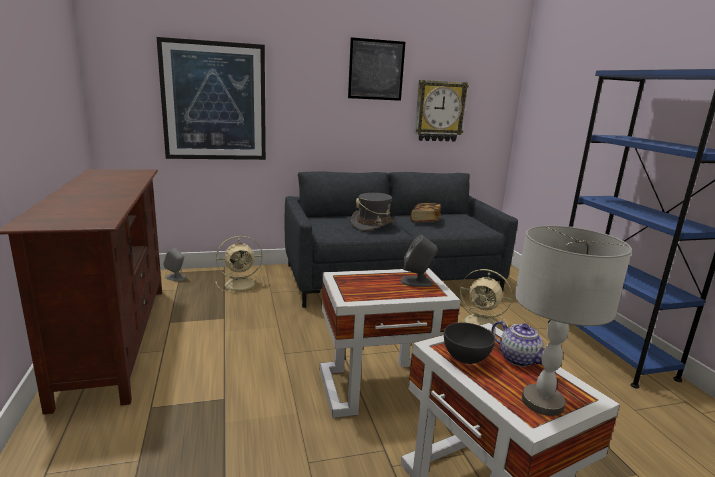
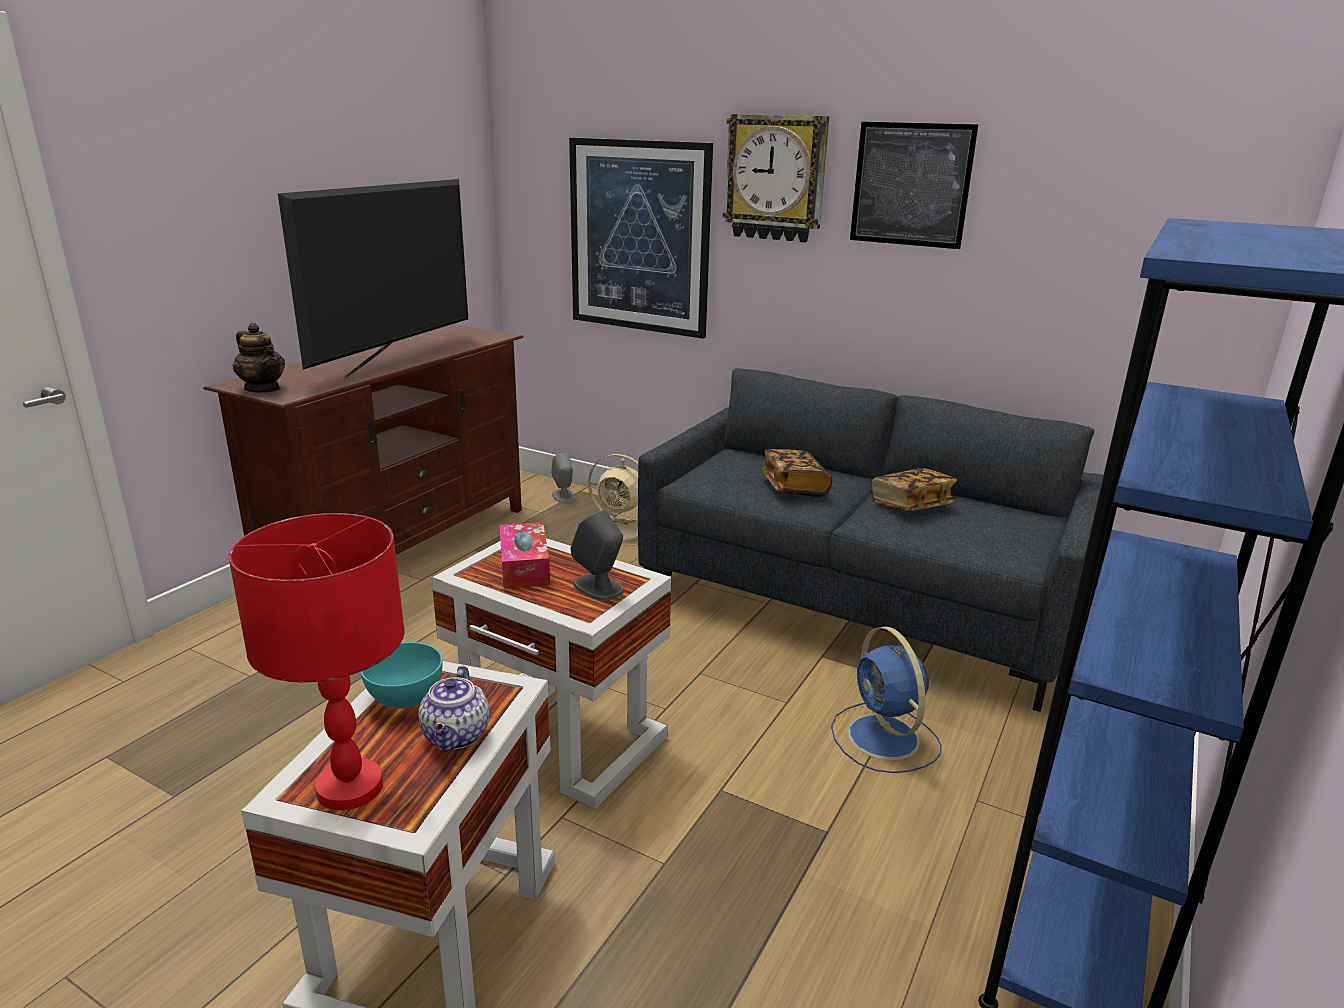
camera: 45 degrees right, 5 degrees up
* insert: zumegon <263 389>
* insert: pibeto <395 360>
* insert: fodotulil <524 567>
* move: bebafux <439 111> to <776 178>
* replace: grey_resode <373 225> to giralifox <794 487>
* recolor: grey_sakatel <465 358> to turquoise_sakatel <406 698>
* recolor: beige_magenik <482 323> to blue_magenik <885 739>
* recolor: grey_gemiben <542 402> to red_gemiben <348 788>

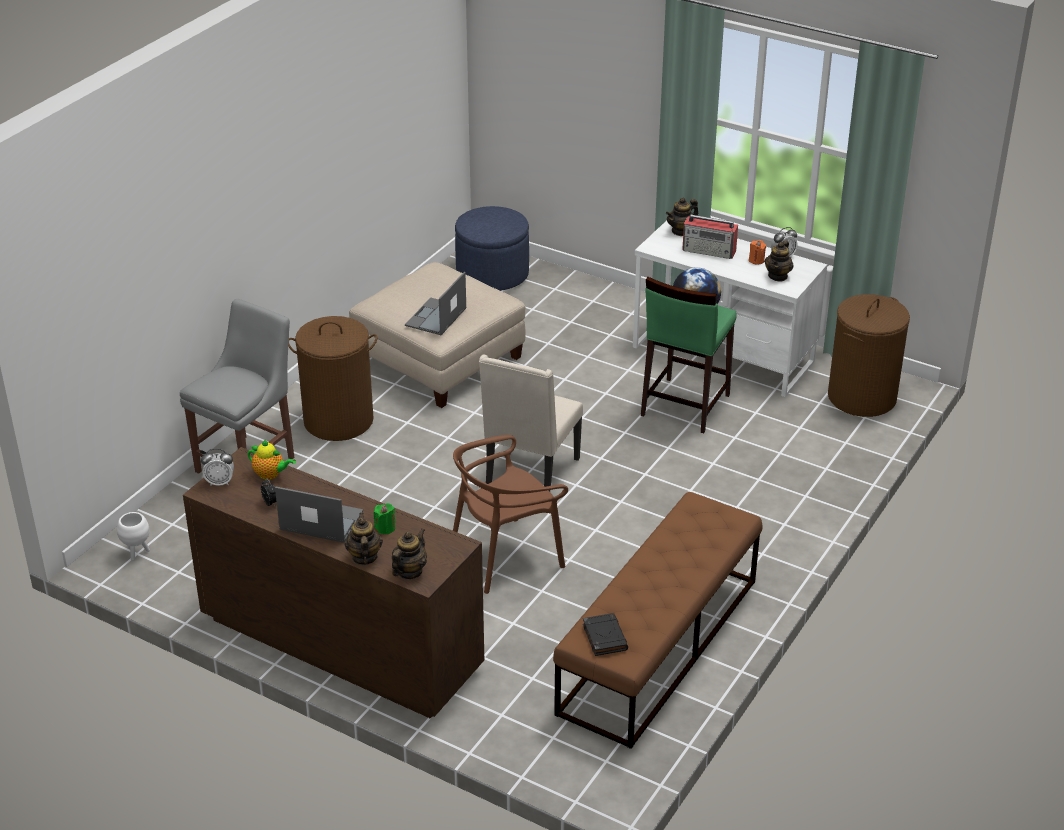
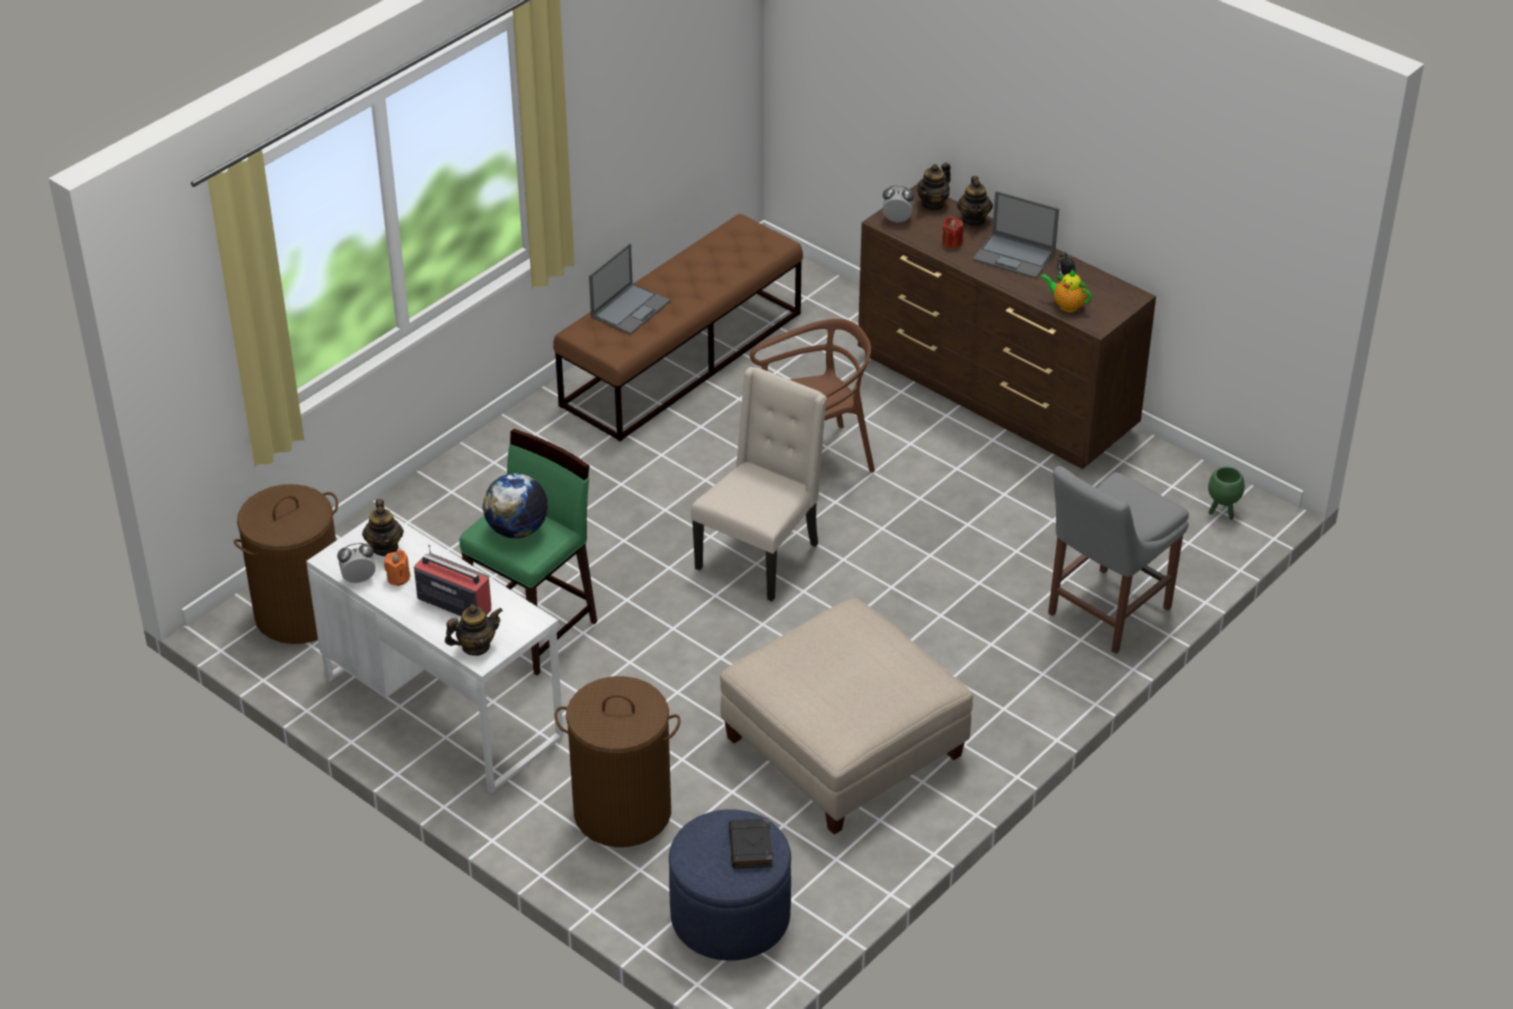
camera: 170 degrees left, 5 degrees up
* move: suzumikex <220 482> to <897 220>
* move: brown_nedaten <338 420> to <622 812>
* move: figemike <435 317> to <631 308>
* move: black_giralifox <604 637> to <751 847>
* recolor: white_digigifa <137 553> to green_digigifa <1222 512>
* recolor: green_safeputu <385 528> to red_safeputu <952 243>
* rotate: zumegon <778 276> = <385 547> 135 degrees clockwise

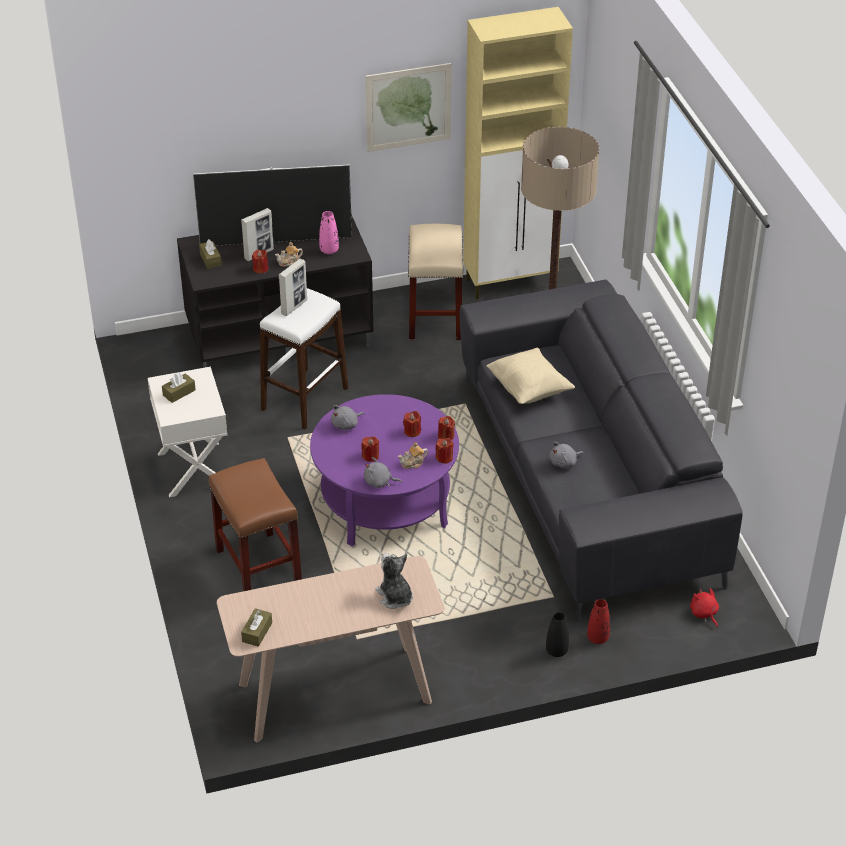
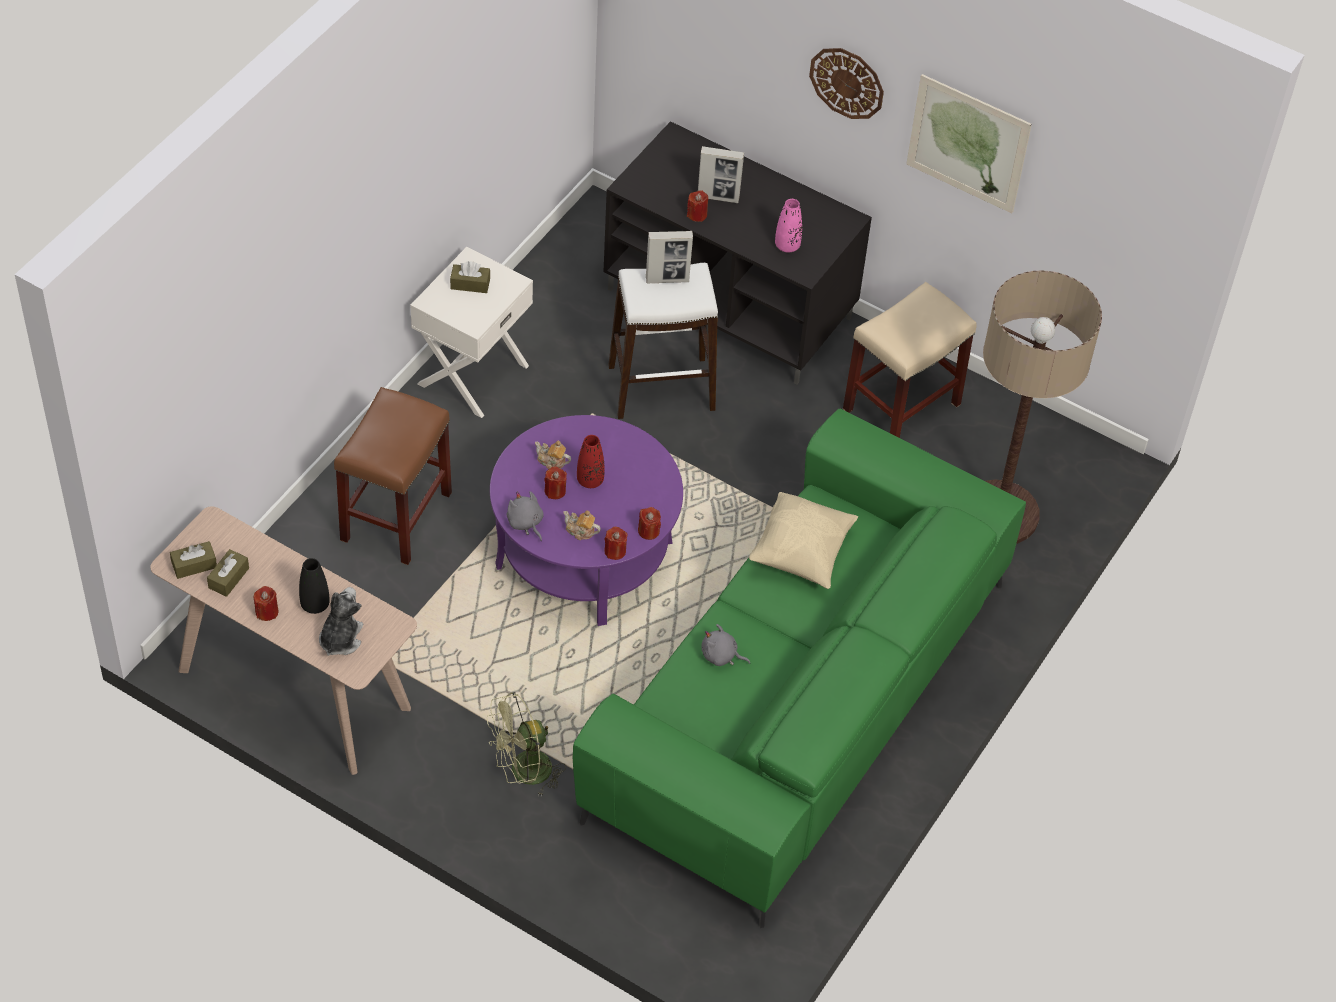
camera: 45 degrees right, 10 degrees up
* delete: pibeto <276 241>
* delete: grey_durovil <346 424>
* delete: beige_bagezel <511 282>
* delete: red_durovil <704 614>
* insert: green_magenik <523 773>
* insert: bebafux <847 82>
* move: brown_fodotulil <210 259> to <228 578>
* move: zumegon <289 262> to <551 462>
* move: red_safeputu <412 431> to <267 612>
* move: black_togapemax <556 651> to <315 605>
* move: red_togapemax <597 638> to <590 480>
* recolor: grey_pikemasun <587 479> to green_pikemasun <798 700>

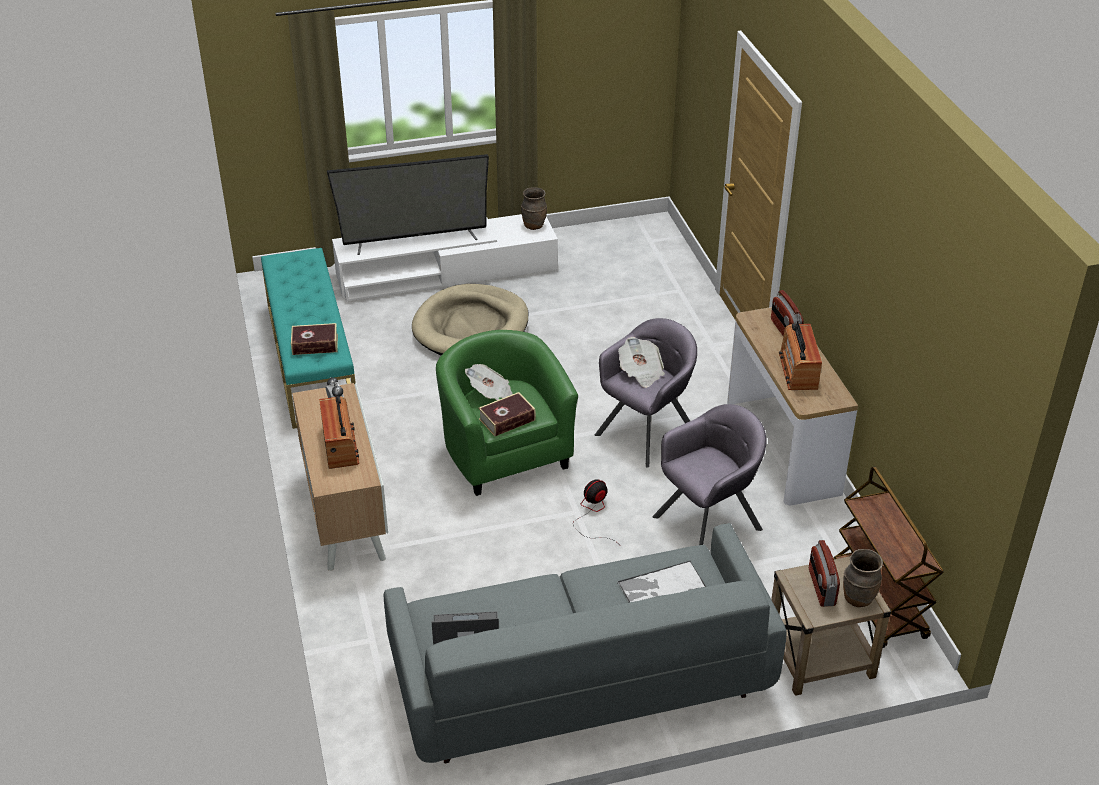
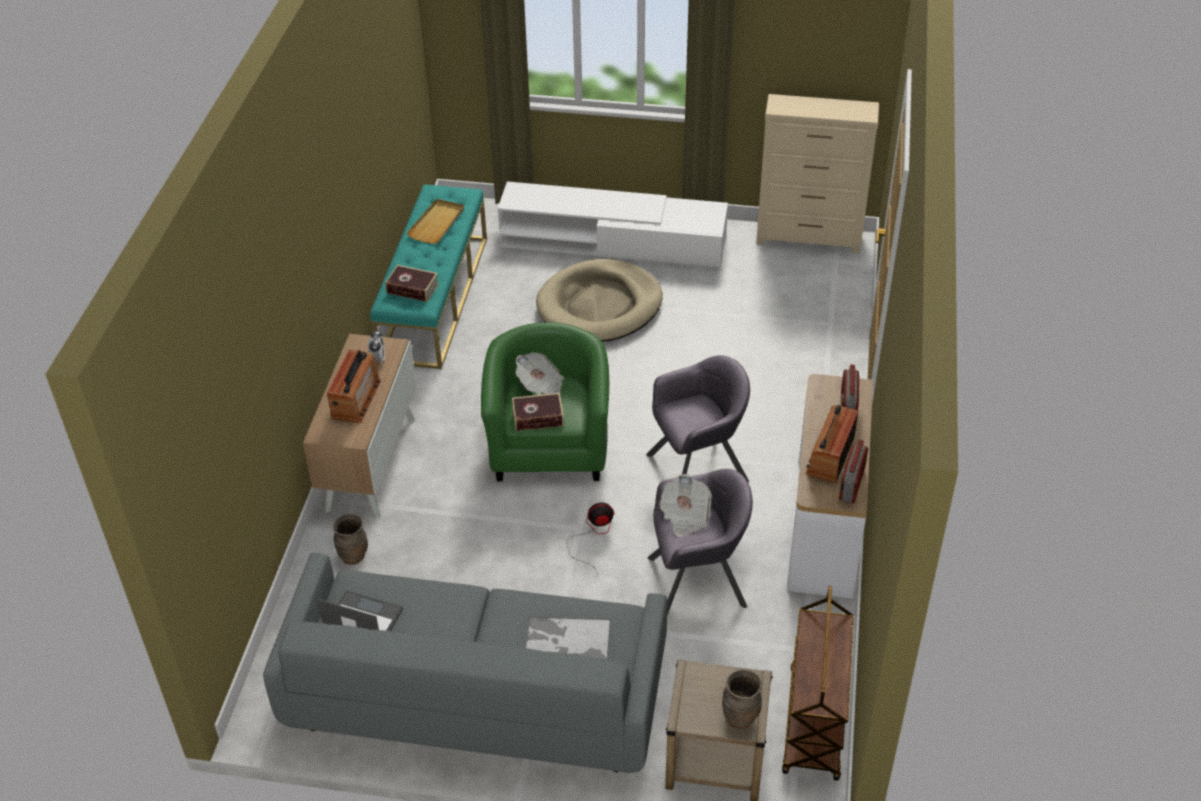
camera: 25 degrees right, 5 degrees up
* delete: pibeto <415 239>
* insert: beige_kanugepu <437 223>
* insert: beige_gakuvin <809 238>
* move: brown_togapemax <534 225> to <353 556>
* move: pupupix <641 372> to <685 516>
* move: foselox <821 587> to <851 484>

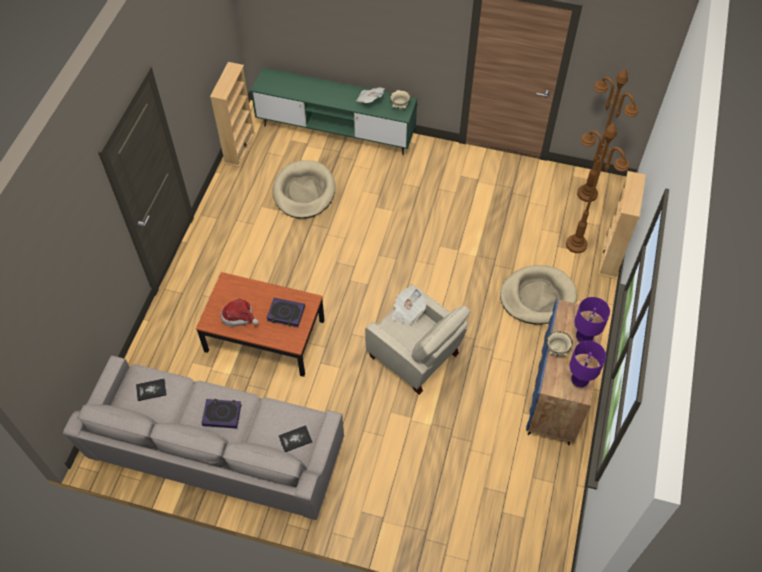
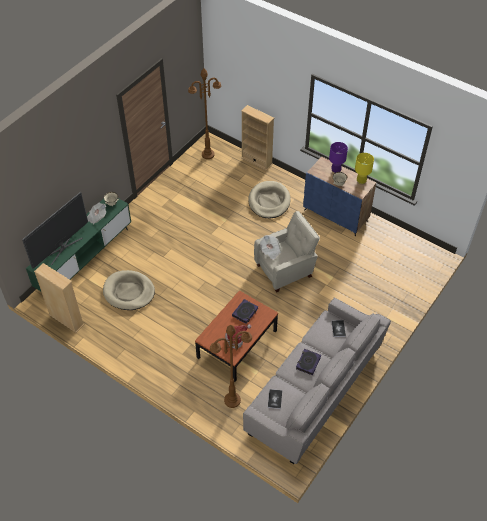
camera: 70 degrees left, 5 degrees down
* insert: pibeto <62 248>
* move: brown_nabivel <576 244> to <232 400>
* recolor: purple_gemiben <578 382> to yellow_gemiben <361 182>

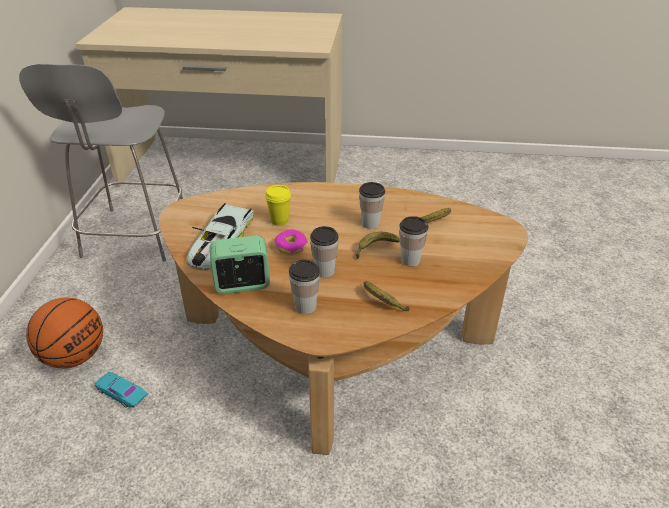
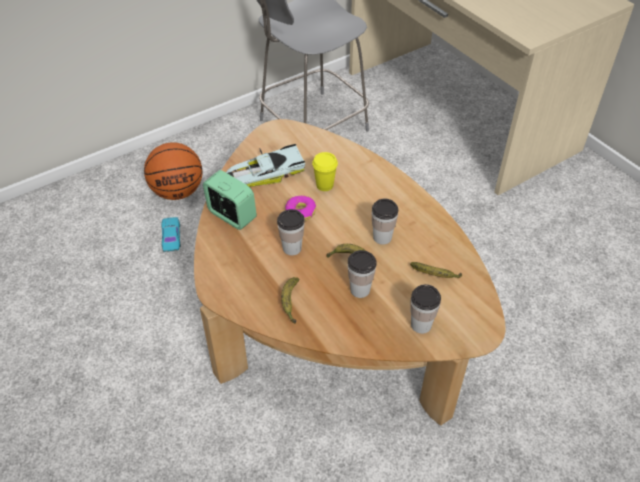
camera: 50 degrees right, 10 degrees up
* move: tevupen <305 306> to <421 325>

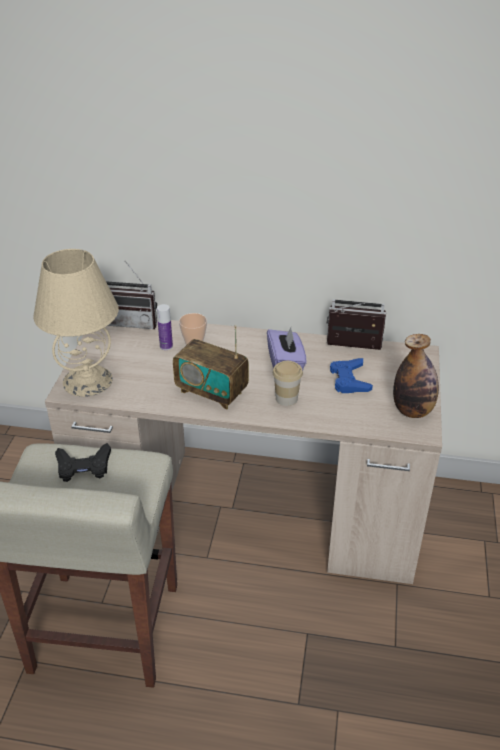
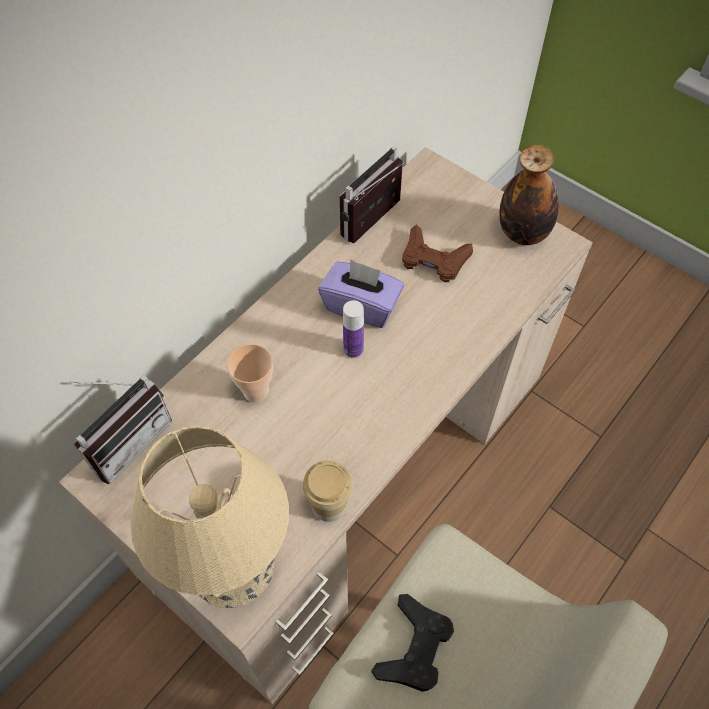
camera: 60 degrees left, 20 degrees up
* delete: foselox <212 392>
* move: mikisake <166 346> to <353 349>
* move: tevupen <286 398> to <329 505>
* recolor: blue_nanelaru <349 380> to brown_nanelaru <433 259>

